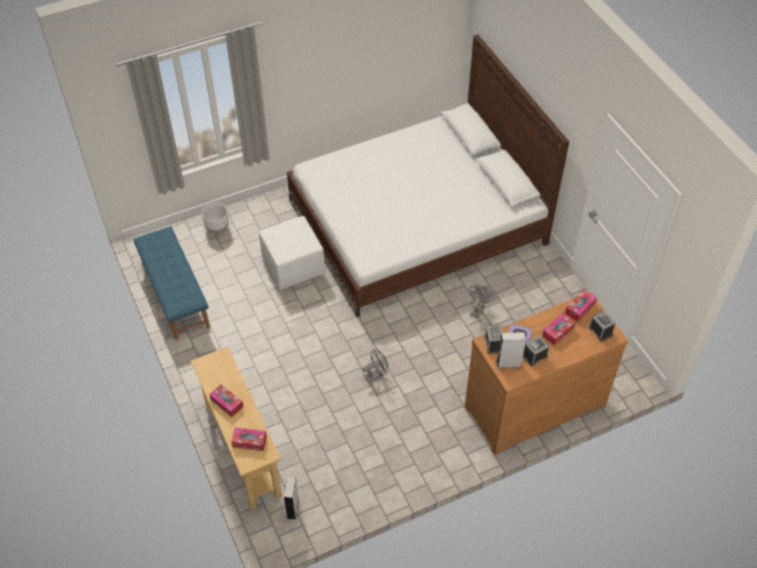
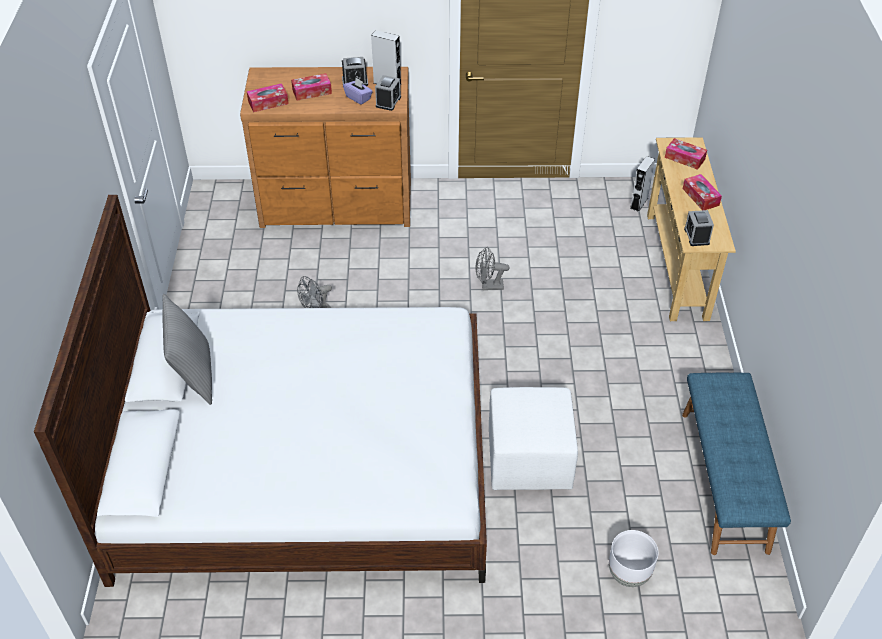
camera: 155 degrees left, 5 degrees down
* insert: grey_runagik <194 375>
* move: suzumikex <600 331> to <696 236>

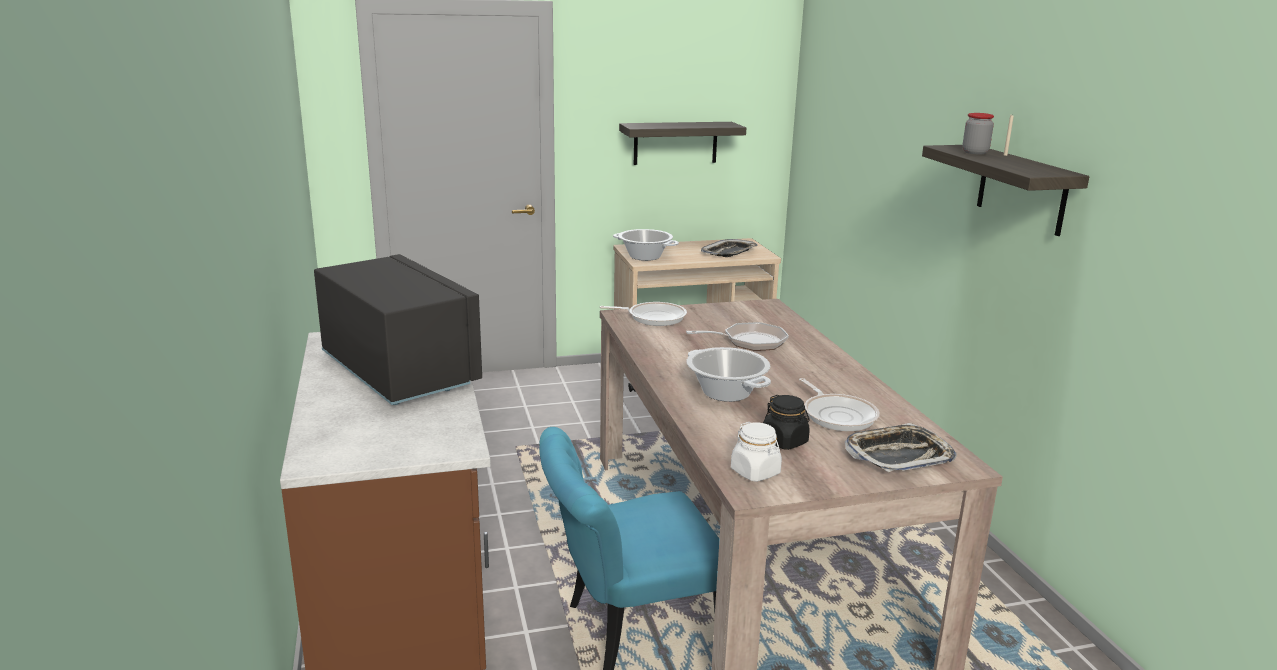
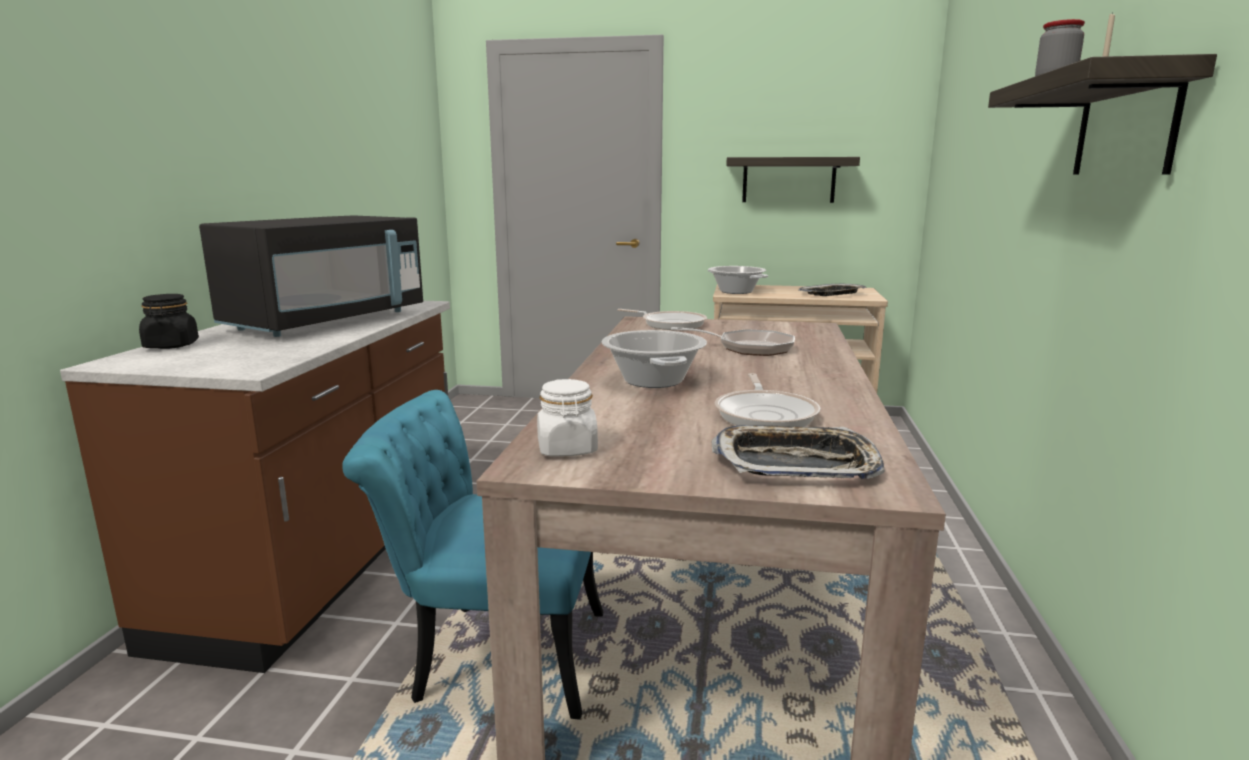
camera: 25 degrees right, 5 degrees down
* move: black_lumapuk <785 441> to <171 346>
* rotate: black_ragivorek <400 372> = <327 321> 45 degrees clockwise

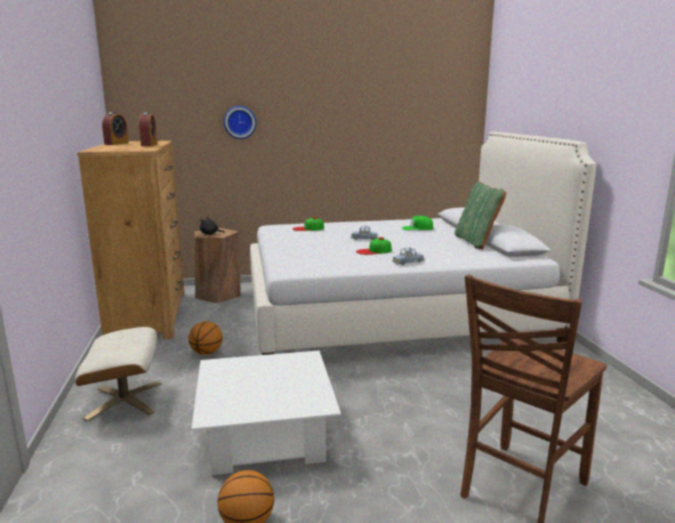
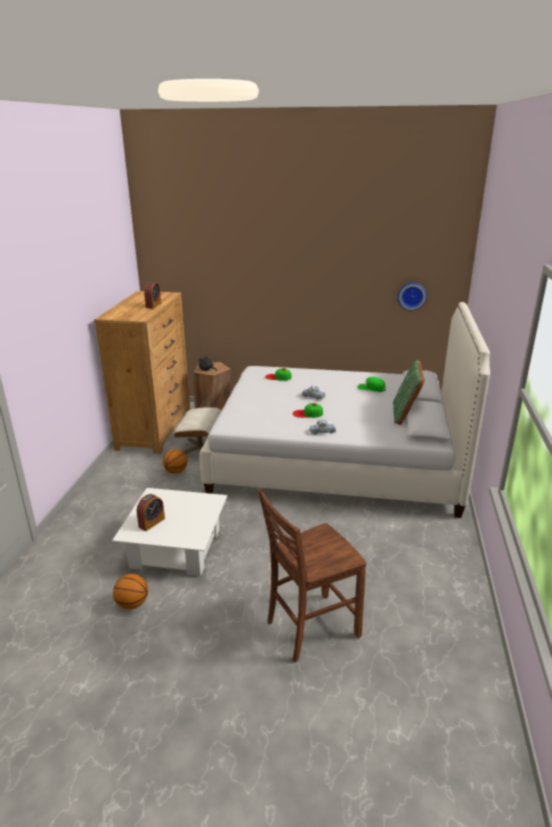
camera: 20 degrees right, 10 degrees up
* move: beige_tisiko <125 400> to <200 448>
* move: suzumikex <116 144> to <151 522>
* move: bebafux <240 122> to <412 295>

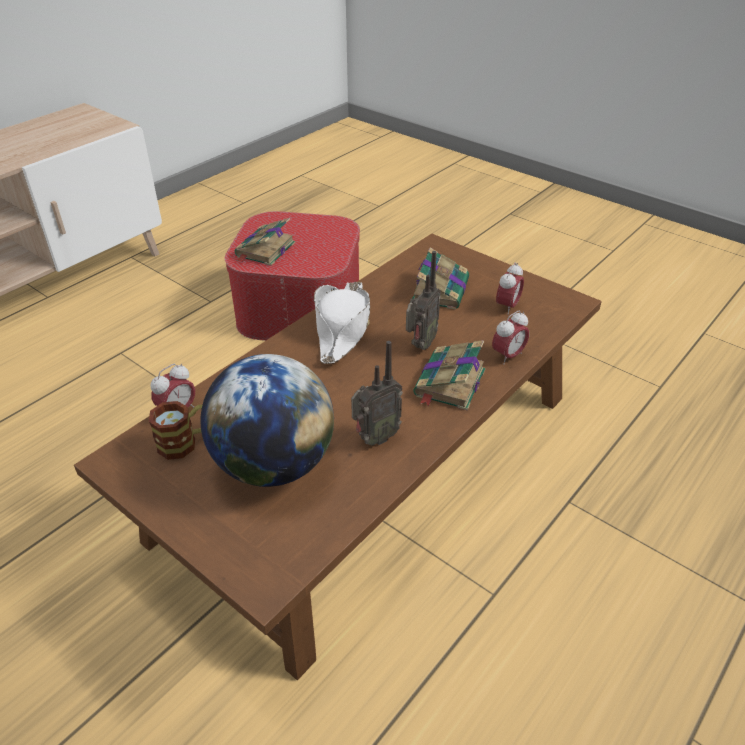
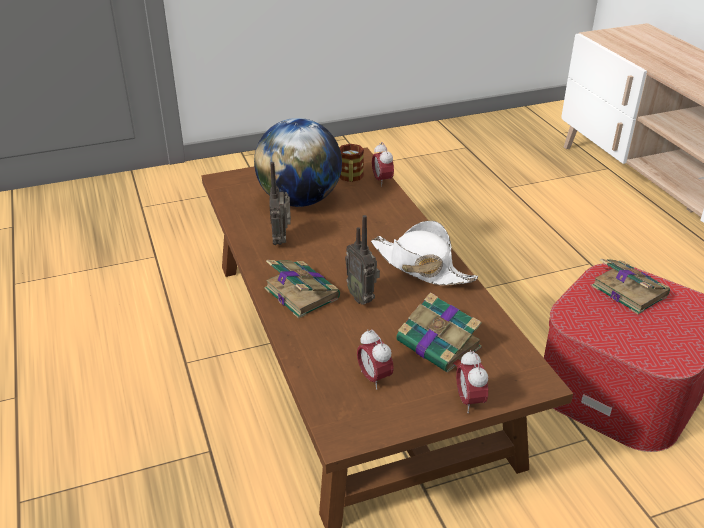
camera: 120 degrees right, 5 degrees down
* move: suzumikex <508 356> to <469 401>

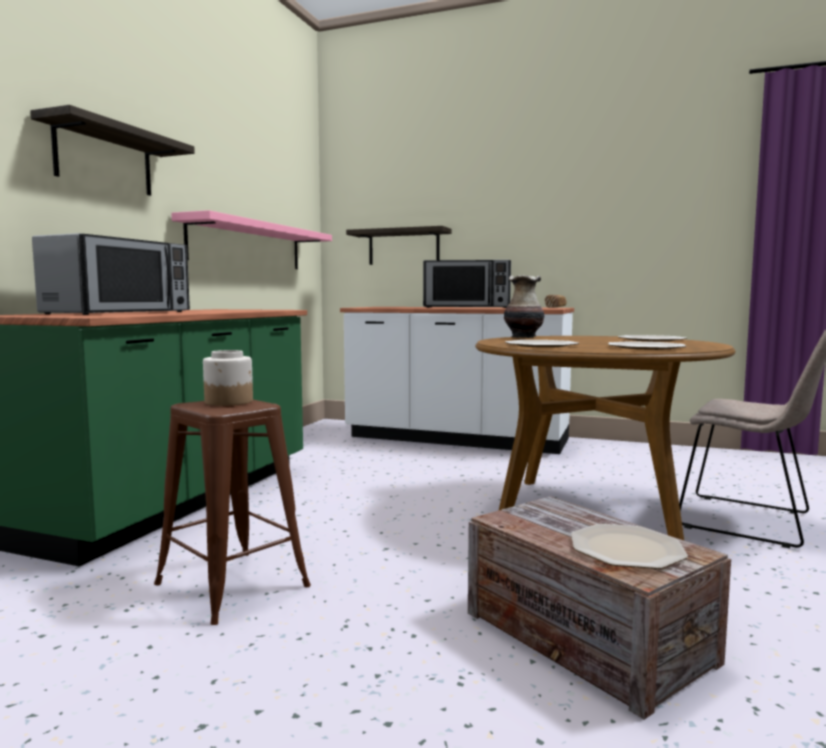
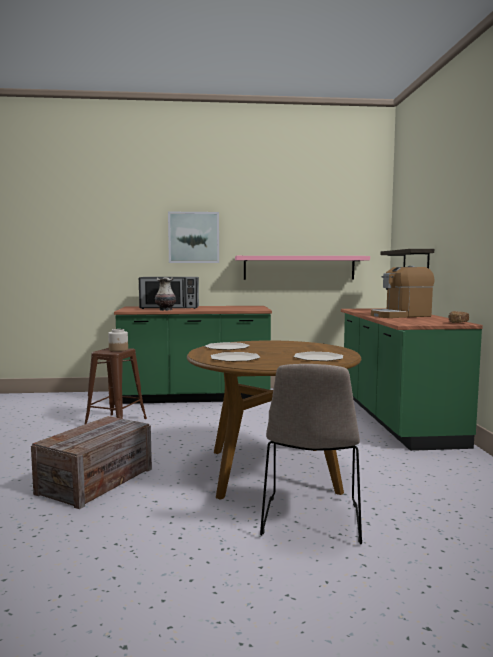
camera: 65 degrees right, 0 degrees up
* delete: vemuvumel <625 549>
* move: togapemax <524 337> to <166 310>
* replace: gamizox <104 159> to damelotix <193 237>
* replace: ragivorek <467 307> to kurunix <400 316>
* recolor: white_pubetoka <456 439> to green_pubetoka <395 419>

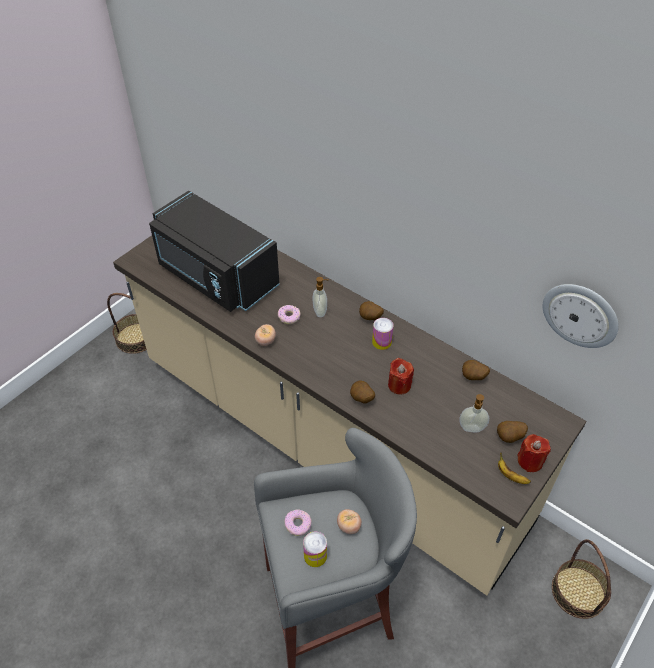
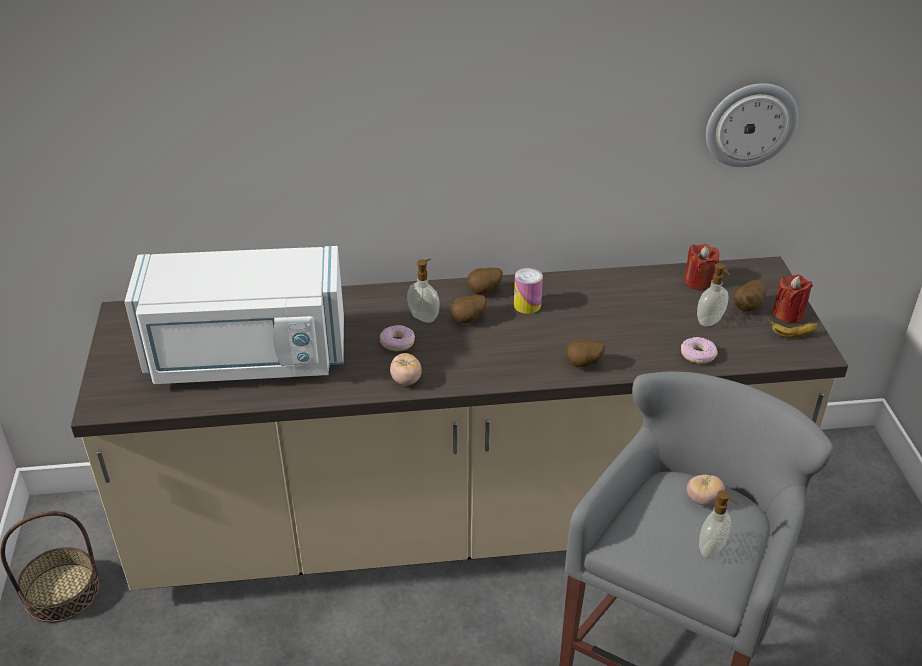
camera: 45 degrees left, 10 degrees down
* delete: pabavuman <578 592>
* move: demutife <298 524> to <697 354>
* move: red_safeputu <399 385> to <699 281>
* move: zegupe <473 377> to <468 321>
* replace: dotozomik <315 556> to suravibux <712 550>
* recolor: black_ragivorek <215 276> to white_ragivorek <246 357>

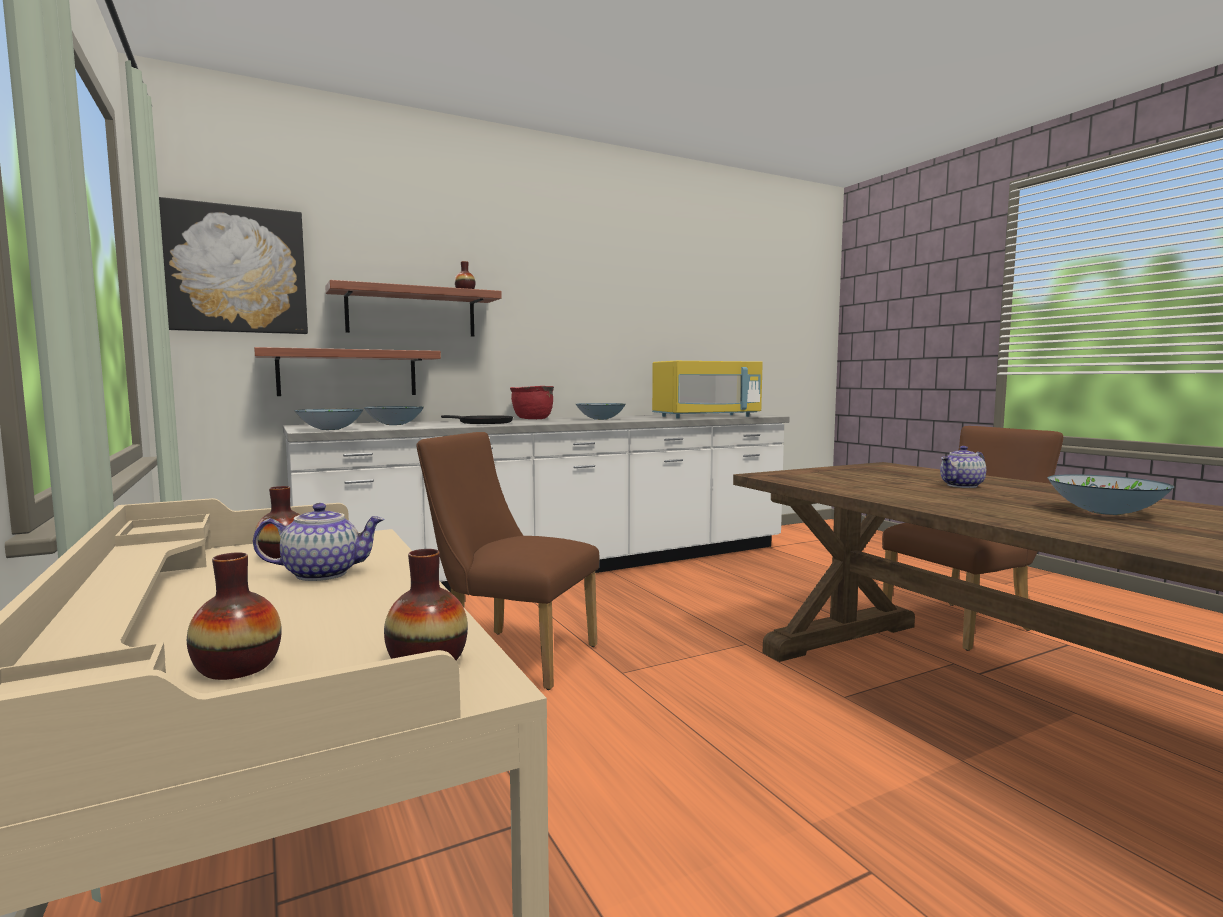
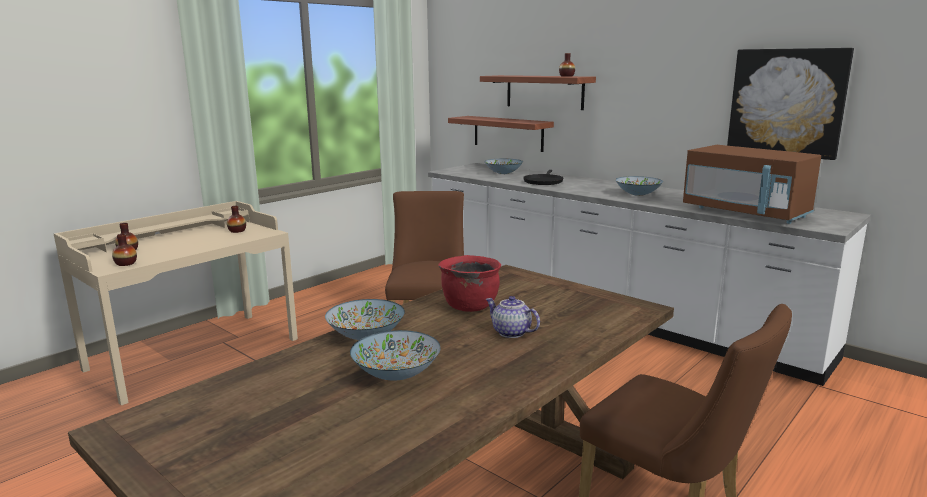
camera: 70 degrees right, 10 degrees up
* delete: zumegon <323 573>
* move: damelotix <237 270> to <786 102>
* move: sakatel <330 429> to <366 335>
* move: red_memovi <532 419> to <469 306>
* recolor: yellow_ragivorek <706 417> to brown_ragivorek <745 213>

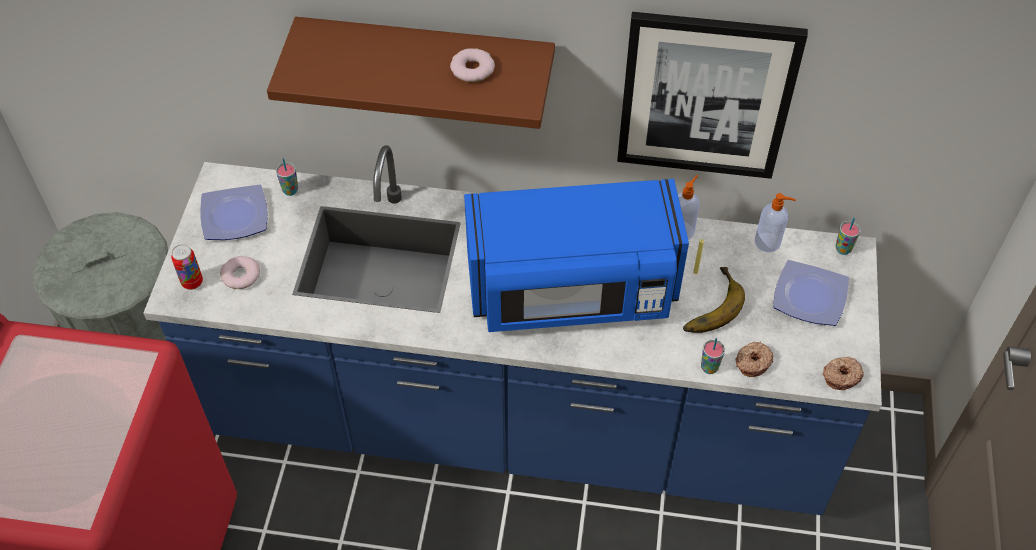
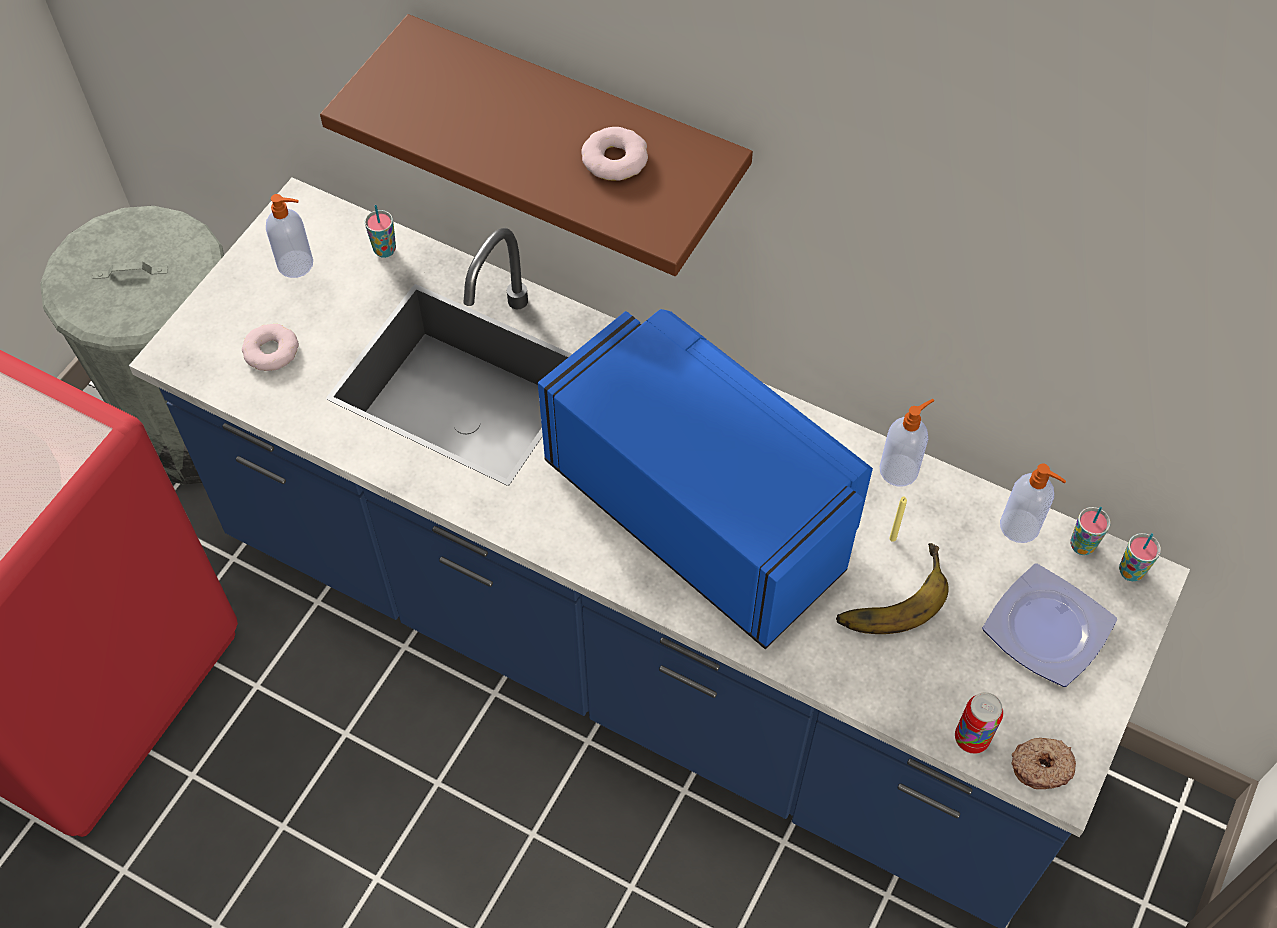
camera: 20 degrees right, 5 degrees up
* delete: damelotix <706 96>
* delete: demutife <752 362>
* move: dotozomik <192 282> to <971 738>
* move: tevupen <709 368> to <1082 546>
* replace: vemuvumel <233 216> to suravibux <297 264>
* rotate: blue_ragivorek <572 290> = <703 510> 150 degrees counterclockwise

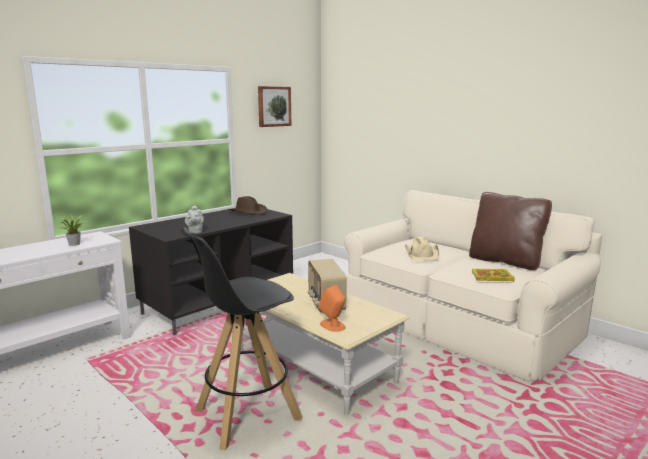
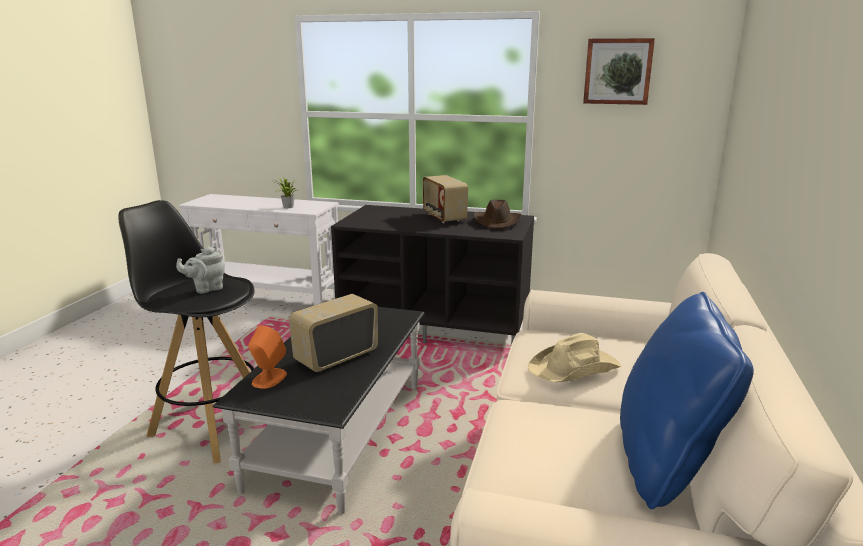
camera: 60 degrees right, 5 degrees up
* delete: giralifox <491 277>
* insert: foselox <443 217>
* move: grey_zumegon <195 232> to <206 289>
* recolor: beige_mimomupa <314 366> to black_mimomupa <339 433>
* recolor: brown_runagik <505 261> to blue_runagik <666 462>

